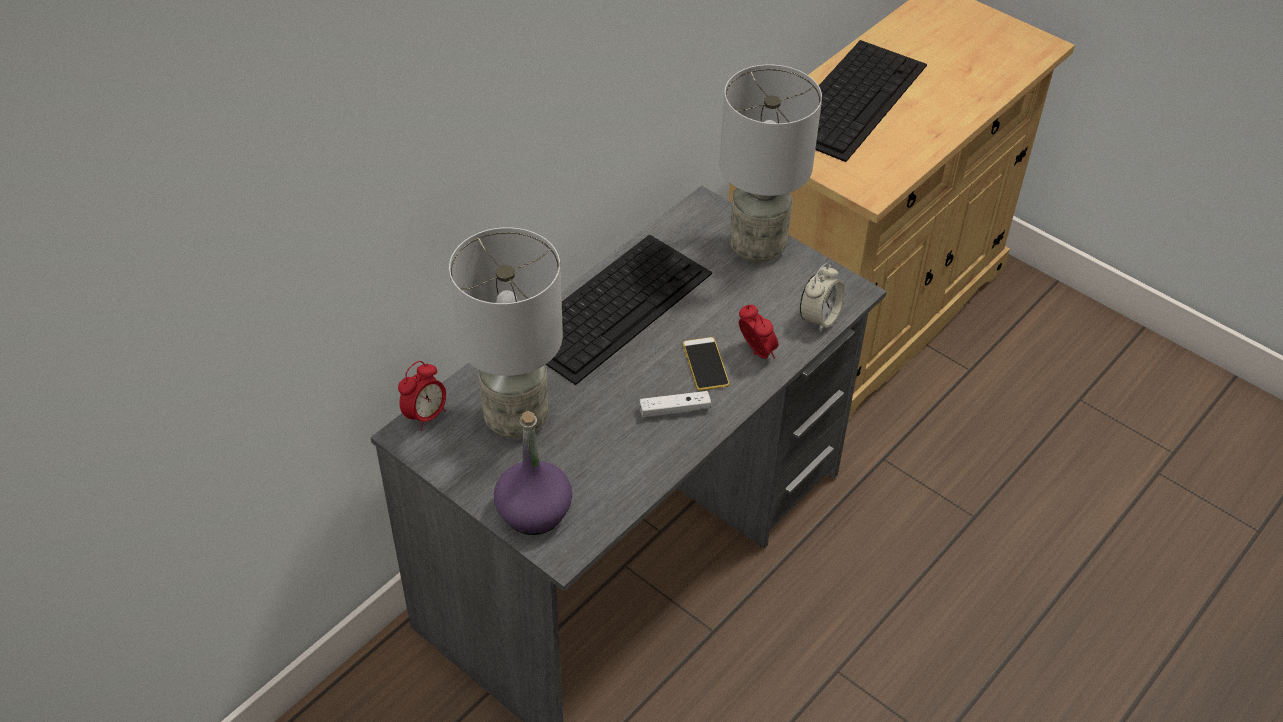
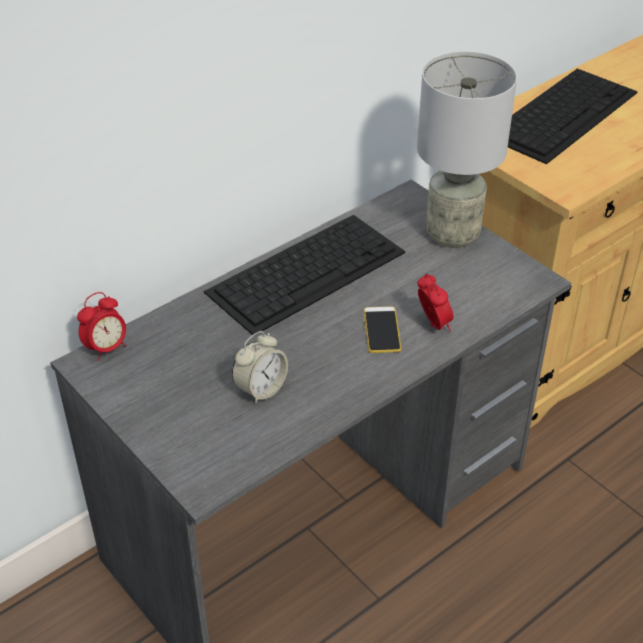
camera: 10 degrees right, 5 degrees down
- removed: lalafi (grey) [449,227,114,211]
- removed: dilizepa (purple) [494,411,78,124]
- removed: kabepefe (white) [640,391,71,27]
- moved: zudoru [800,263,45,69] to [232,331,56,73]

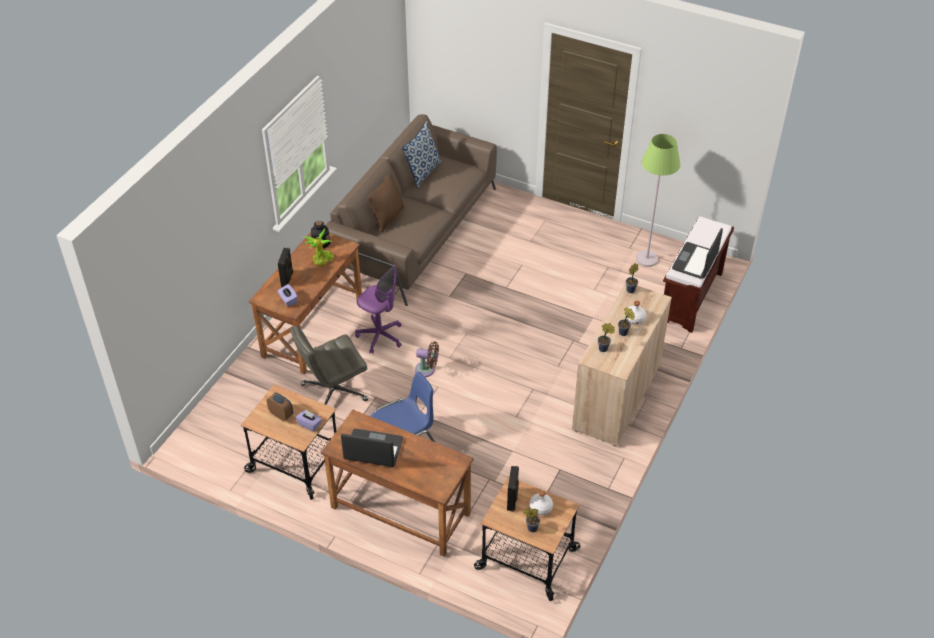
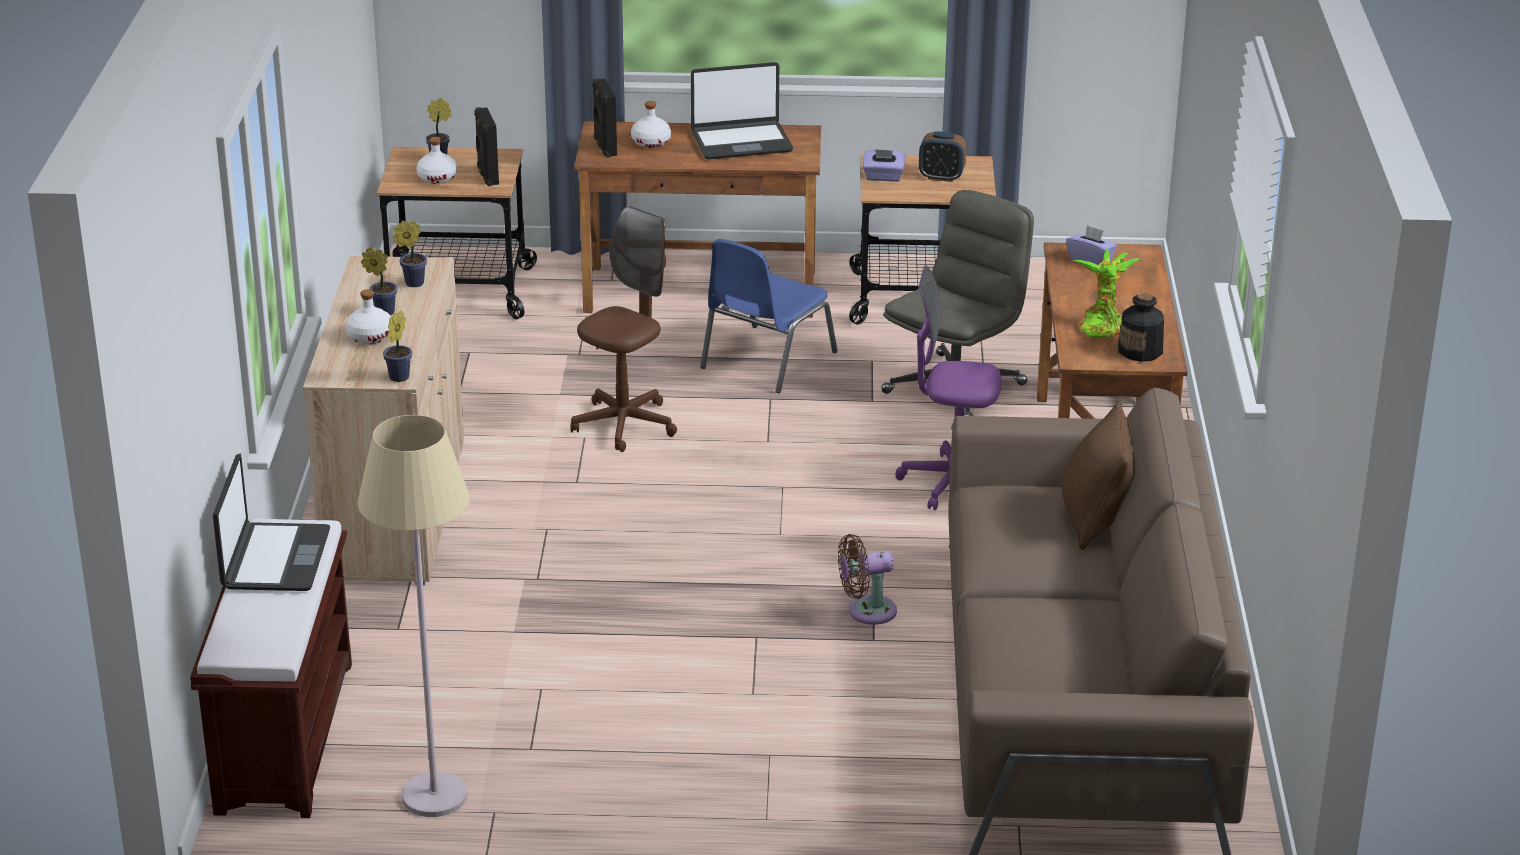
camera: 155 degrees right, 15 degrees down
- removed: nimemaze [401,121,41,67]
- added: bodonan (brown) [570,206,107,246]
- added: dilizepa (white) [631,101,40,47]
- moved: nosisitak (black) [278,248,15,39] to [592,78,25,80]
- moved: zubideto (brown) [415,341,24,36] to [838,534,59,91]
- recoloured: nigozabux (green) [636,134,45,133] to nigozabux (beige) [358,415,112,402]

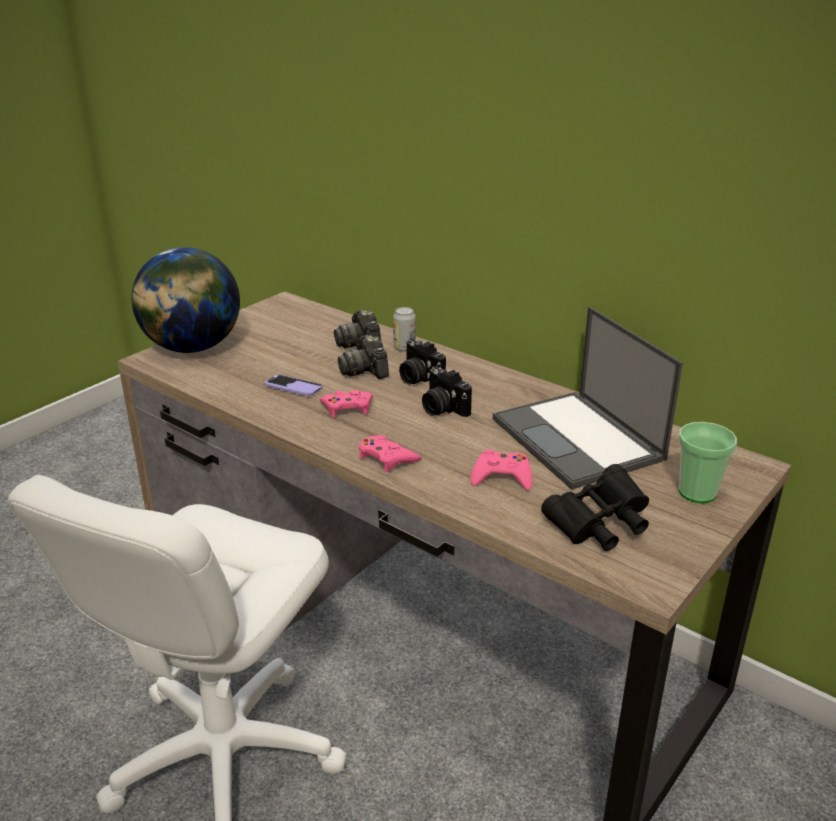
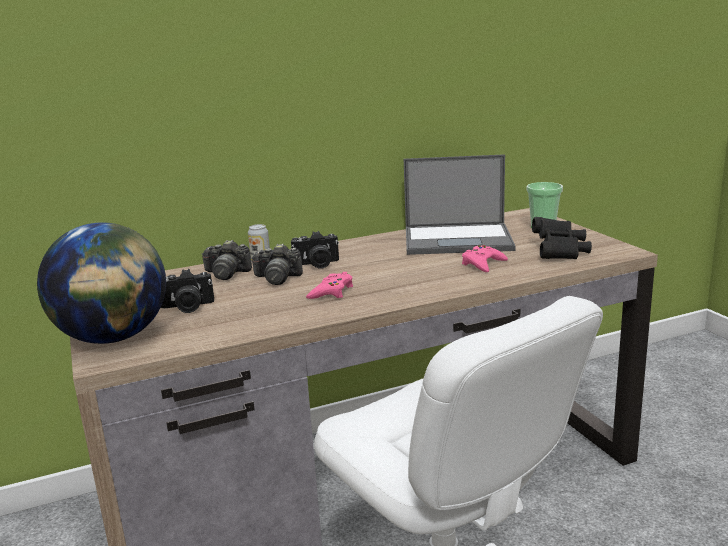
camera: 60 degrees left, 10 degrees down
- removed: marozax [264,375,58,21]
- removed: kabepefe (pink) [359,435,62,37]
- moved: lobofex [422,366,50,51] to [161,269,53,44]

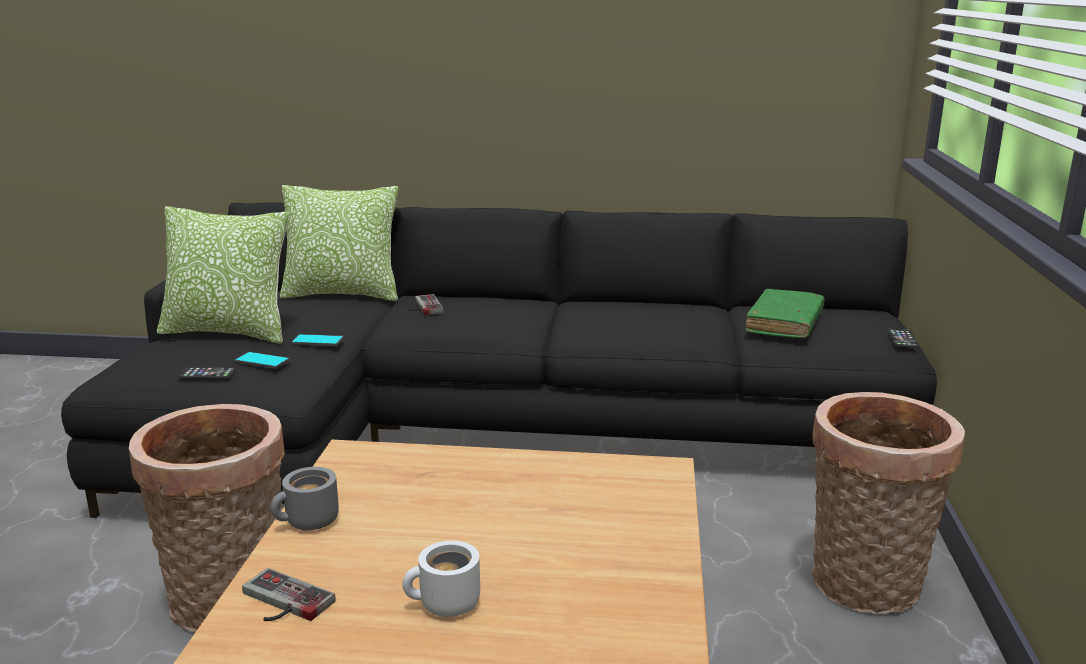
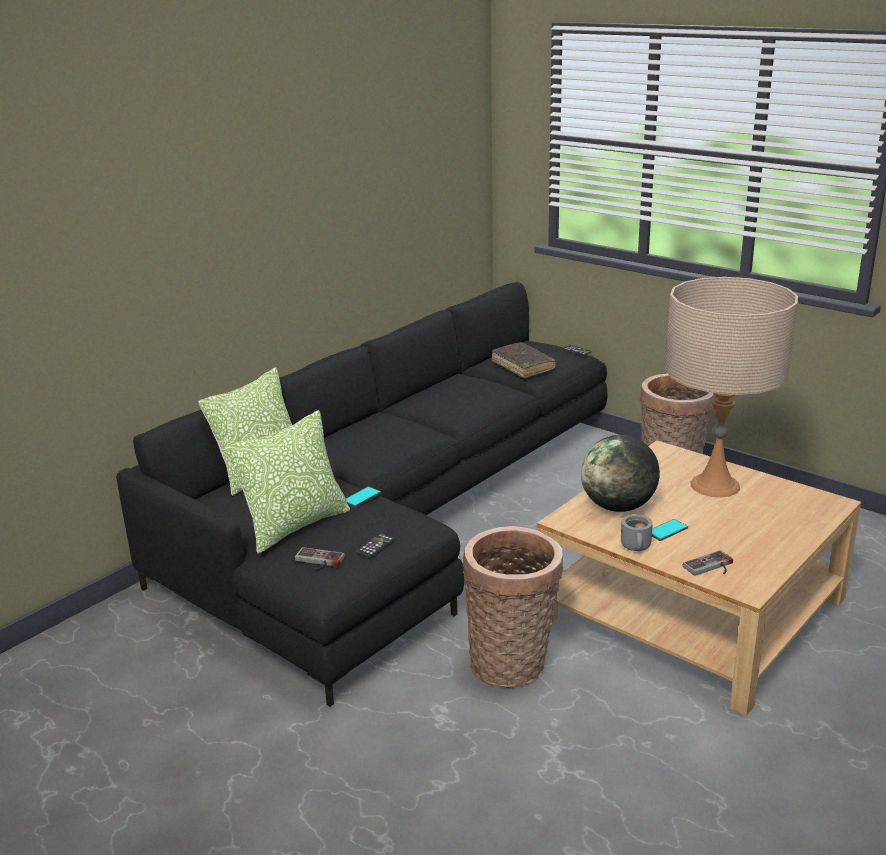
camera: 55 degrees left, 5 degrees up
- removed: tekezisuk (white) [402,541,78,76]
- added: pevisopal [581,435,79,77]
- added: lalafi (beige) [665,277,133,221]
- moved: marozax [234,352,56,17] to [652,519,36,22]
- moved: kabepefe [408,294,36,21] to [295,547,50,23]
- recoloured: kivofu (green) [746,289,79,49] to kivofu (brown) [492,342,64,36]

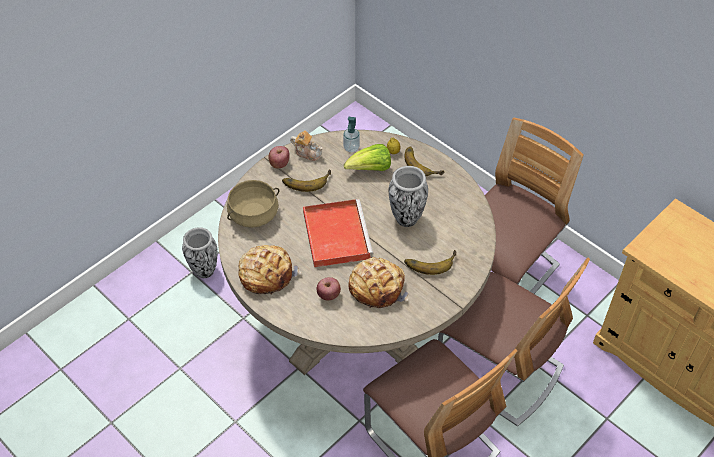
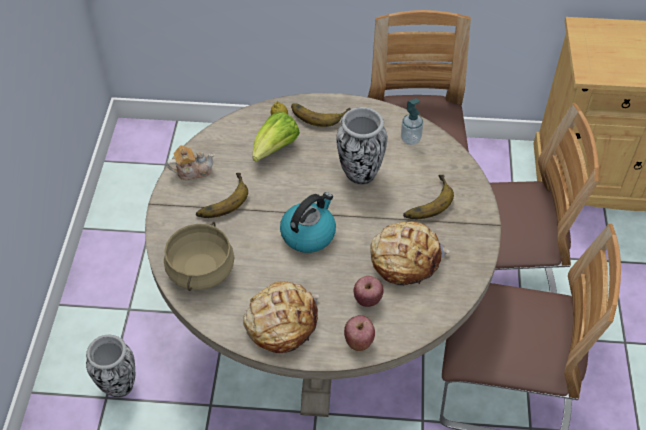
camera: 40 degrees left, 0 degrees up
- moved: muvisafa [268,146,22,22] to [344,315,31,36]
- moved: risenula [343,117,17,35] to [401,98,22,47]
- replaced: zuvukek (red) [303,199,70,68] to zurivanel [280,192,56,61]

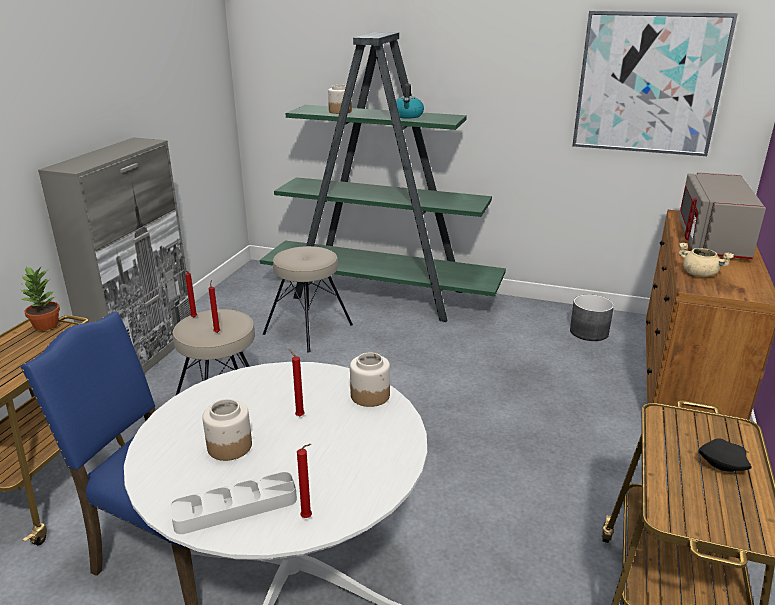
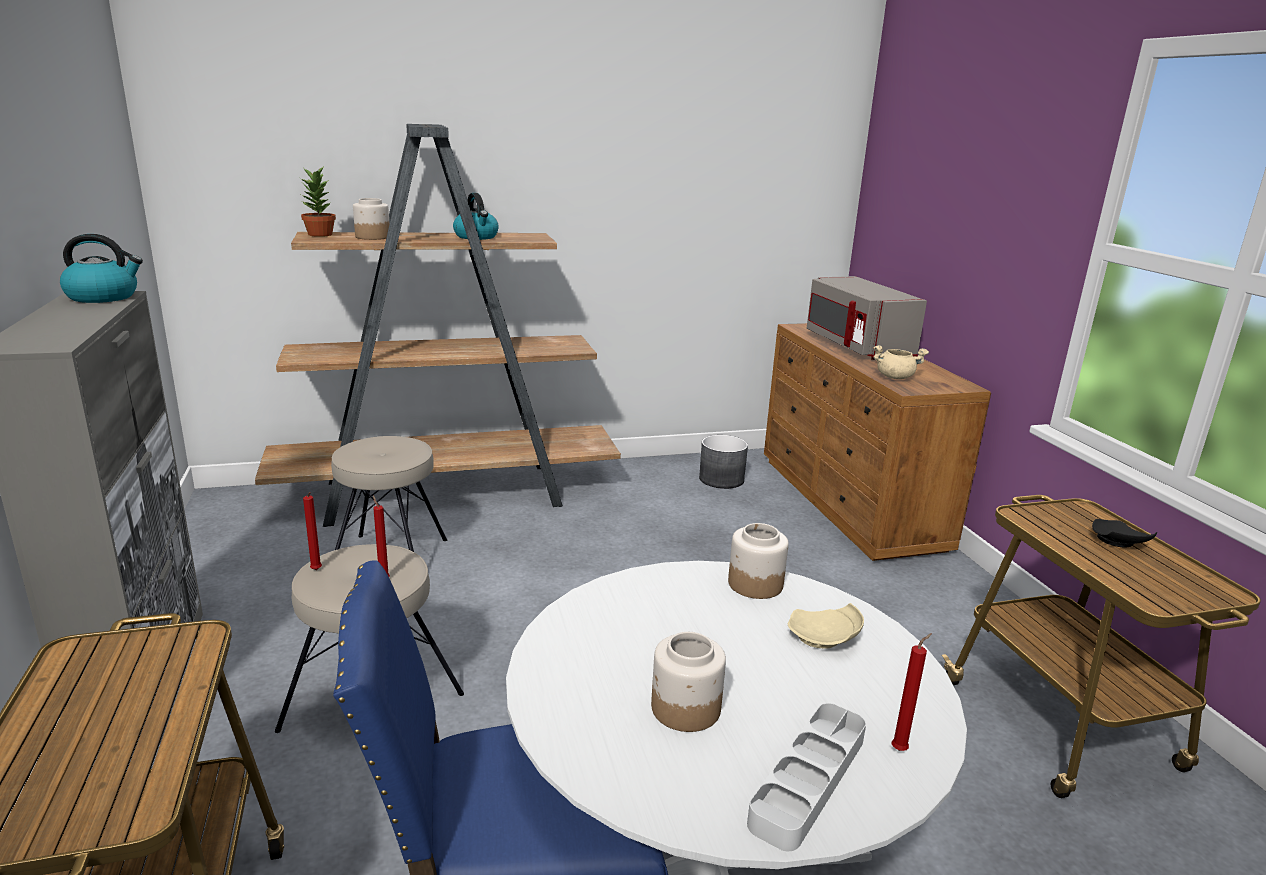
camera: 35 degrees left, 5 degrees down
- removed: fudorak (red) [289,349,16,67]
- removed: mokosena [572,11,166,145]
- added: zurivanel [60,234,83,69]
- added: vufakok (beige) [788,603,76,45]
- moved: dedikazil [22,266,38,65] to [301,165,35,72]
- recoloured: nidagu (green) [260,32,246,290] to nidagu (brown) [255,124,366,403]

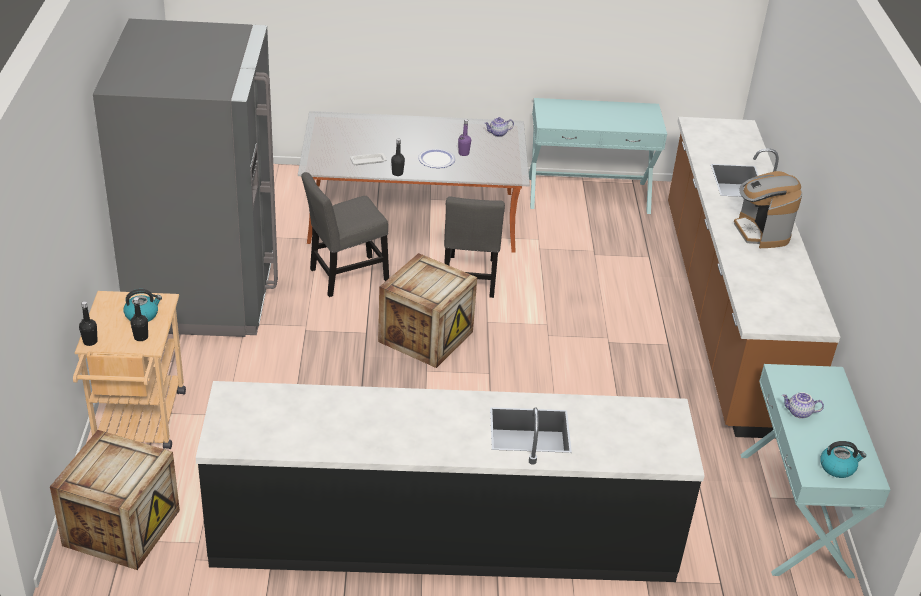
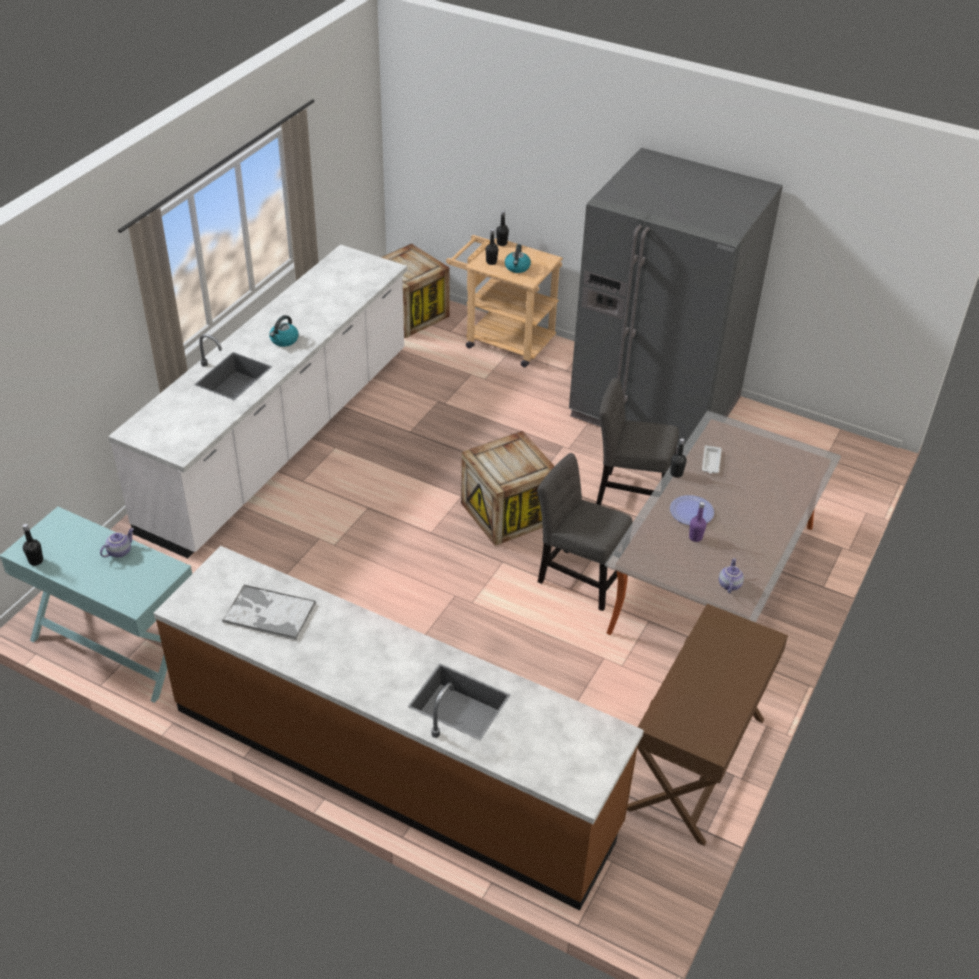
camera: 120 degrees right, 5 degrees up
- removed: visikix [734,171,69,77]
- added: dilizepa (black) [23,524,20,42]
- added: zuvukek [222,585,94,55]
- moved: zurivanel [820,441,46,37] to [269,315,30,32]
- recoloured: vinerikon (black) [196,381,509,201] to vinerikon (white) [108,244,299,314]
- recoloured: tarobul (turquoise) [529,98,138,116] to tarobul (brown) [627,604,161,242]
- turned: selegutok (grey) [301,172,88,125] = [596,378,83,127] 75 degrees counterclockwise

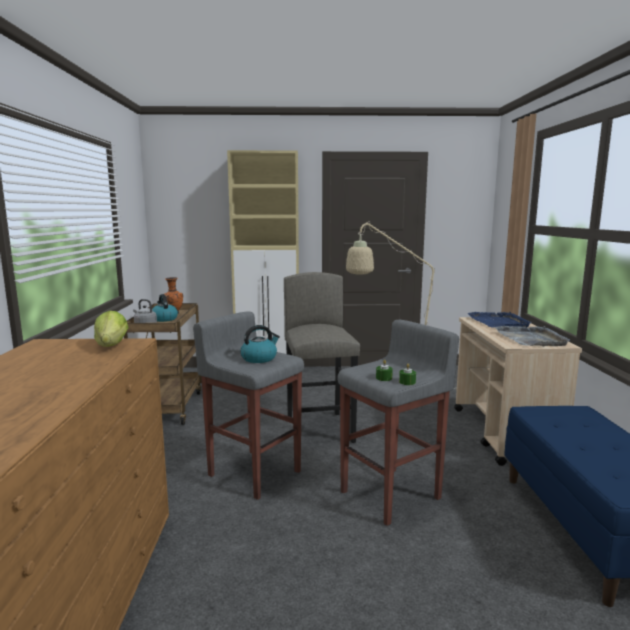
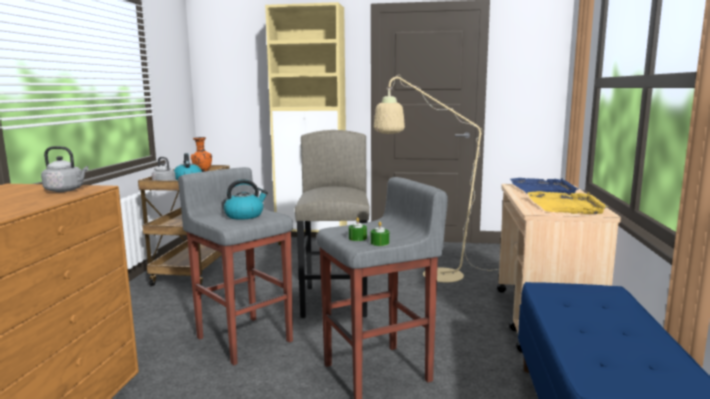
camera: 10 degrees right, 0 degrees up
- replaced: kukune [94,311,34,36] to zurivanel (grey) [41,146,48,46]
- recoloured: zuvukek (grey) [495,326,75,20] to zuvukek (yellow) [528,191,80,23]

